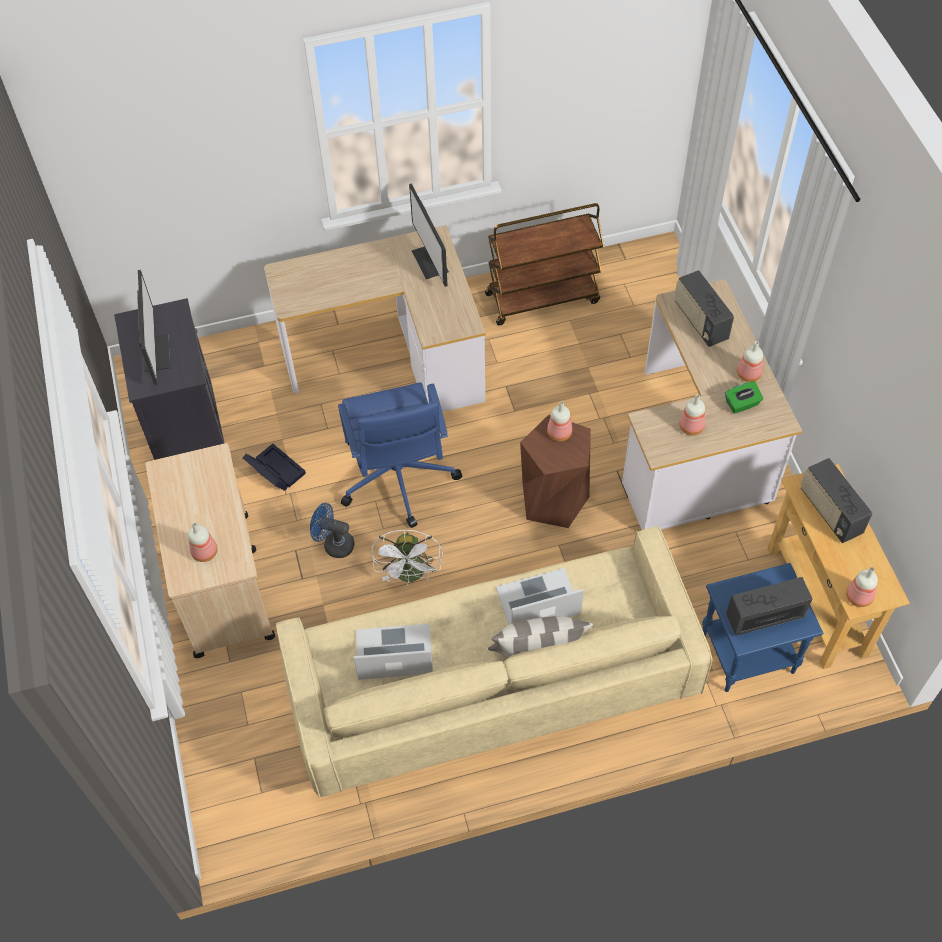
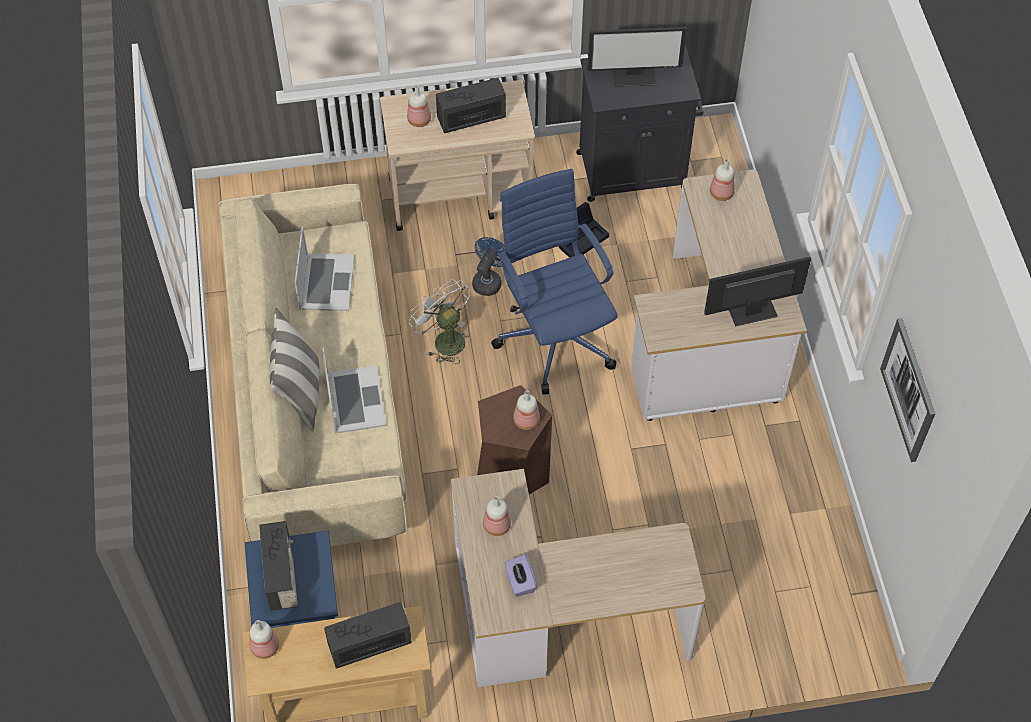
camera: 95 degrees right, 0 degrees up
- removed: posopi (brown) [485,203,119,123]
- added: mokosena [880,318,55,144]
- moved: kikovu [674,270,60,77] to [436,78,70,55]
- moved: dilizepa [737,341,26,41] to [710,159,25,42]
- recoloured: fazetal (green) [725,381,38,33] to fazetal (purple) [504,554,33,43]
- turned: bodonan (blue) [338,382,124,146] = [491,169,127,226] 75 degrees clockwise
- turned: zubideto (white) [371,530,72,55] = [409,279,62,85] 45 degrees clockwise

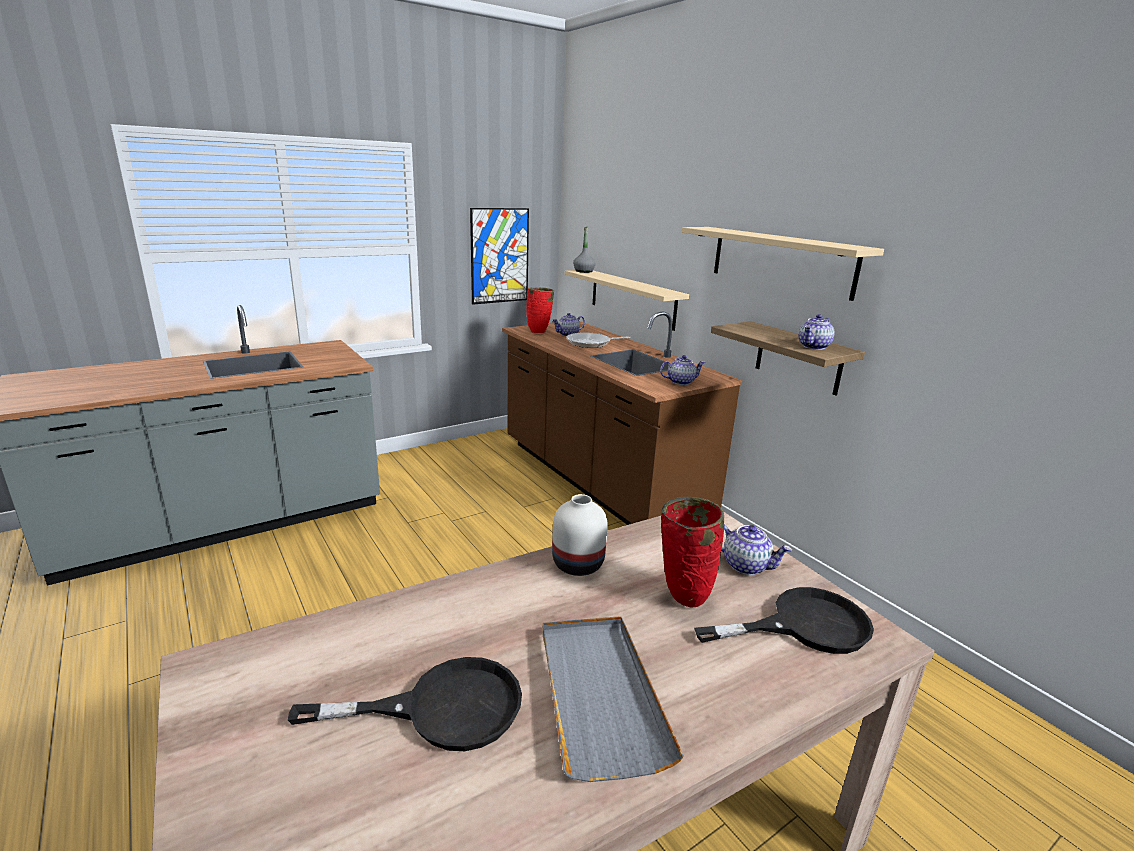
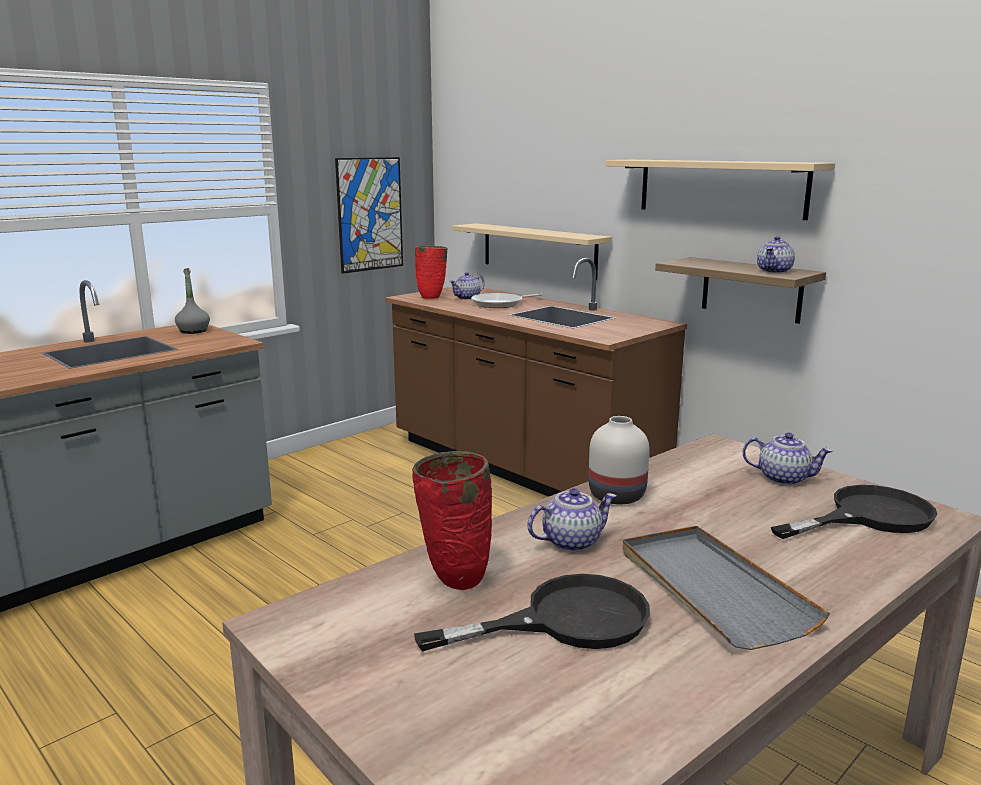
camera: 10 degrees left, 5 degrees down
- moved: dilizepa (grey) [573,227,23,46] to [175,268,35,66]
- moved: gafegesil [660,355,45,30] to [527,488,89,64]
- moved: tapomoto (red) [661,497,63,110] to [412,451,80,139]

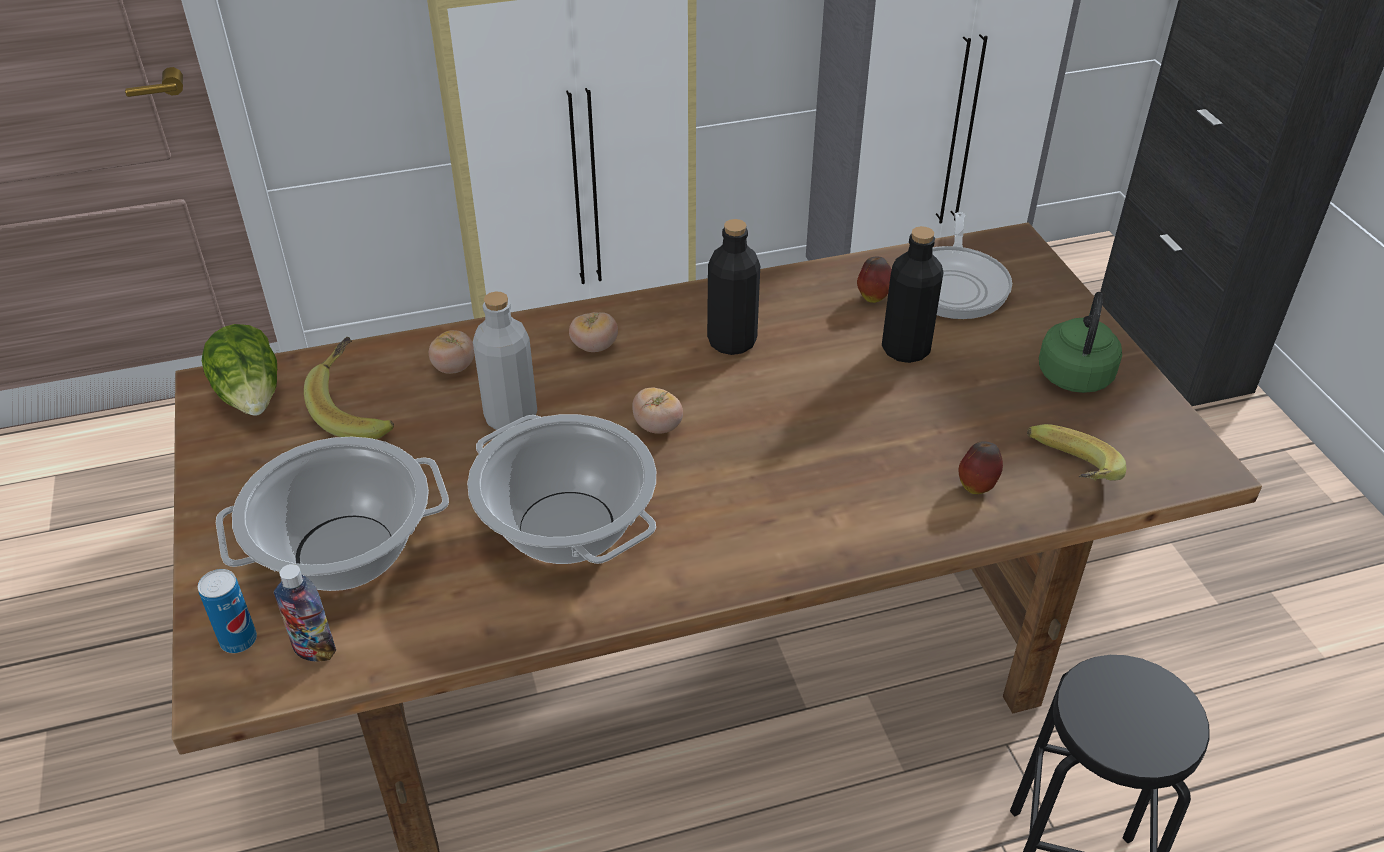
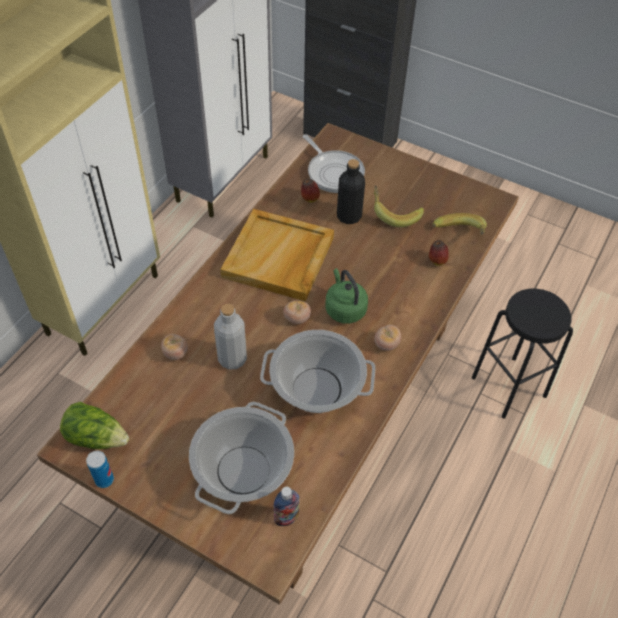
camera: 45 degrees left, 10 degrees up
- moved: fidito [198,569,59,84] to [86,451,28,37]
- moved: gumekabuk [304,337,90,102] to [374,185,50,42]
- moved: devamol [569,312,49,40] to [374,325,27,26]
- moved: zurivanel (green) [1039,292,83,101] to [325,268,43,56]
- replaced: dilizepa (black) [707,219,53,136] to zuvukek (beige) [220,209,114,92]

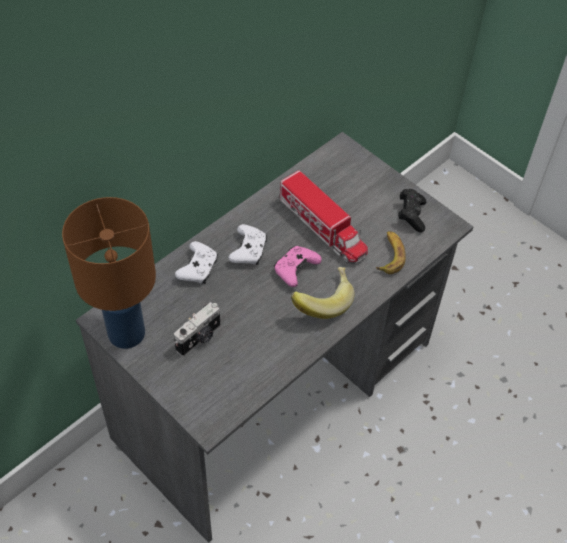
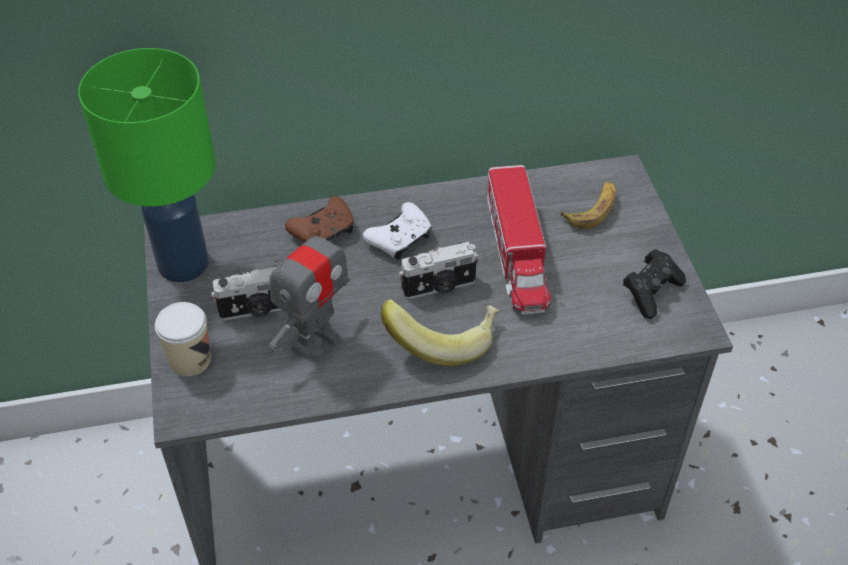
camera: 35 degrees right, 5 degrees down
- added: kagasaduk [155,302,56,74]
- added: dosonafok [268,214,82,147]
- moved: gumekabuk [376,231,30,43] to [561,182,55,47]
- replaced: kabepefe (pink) [274,246,47,41] to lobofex [399,242,80,57]
- recoloured: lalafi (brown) [62,197,94,152] to lalafi (green) [78,48,138,234]
- recoloured: kabepefe (white) [175,241,43,43] to kabepefe (brown) [285,196,69,47]

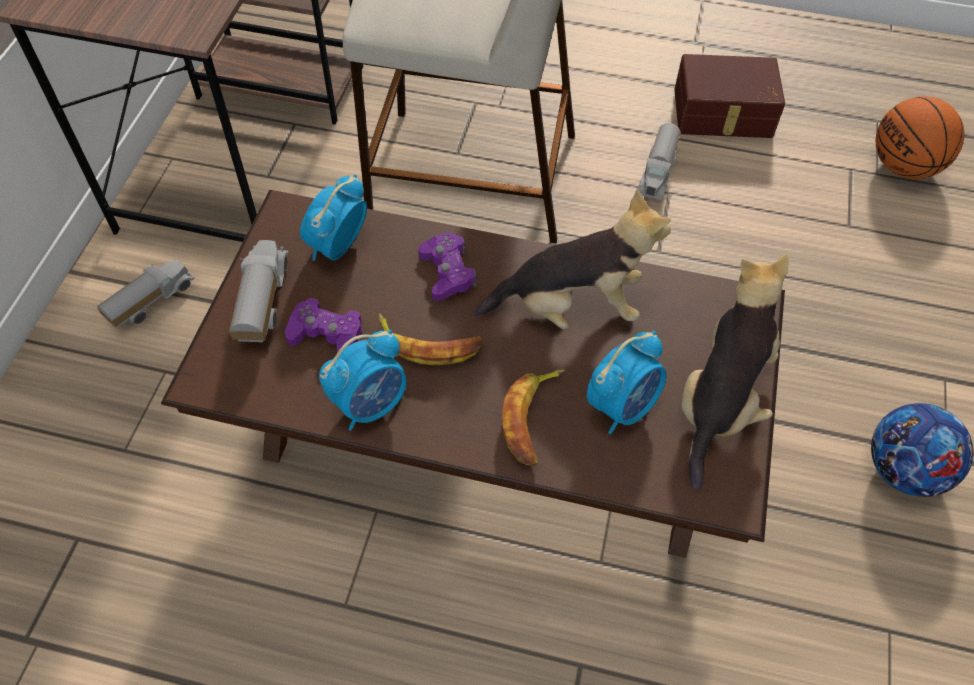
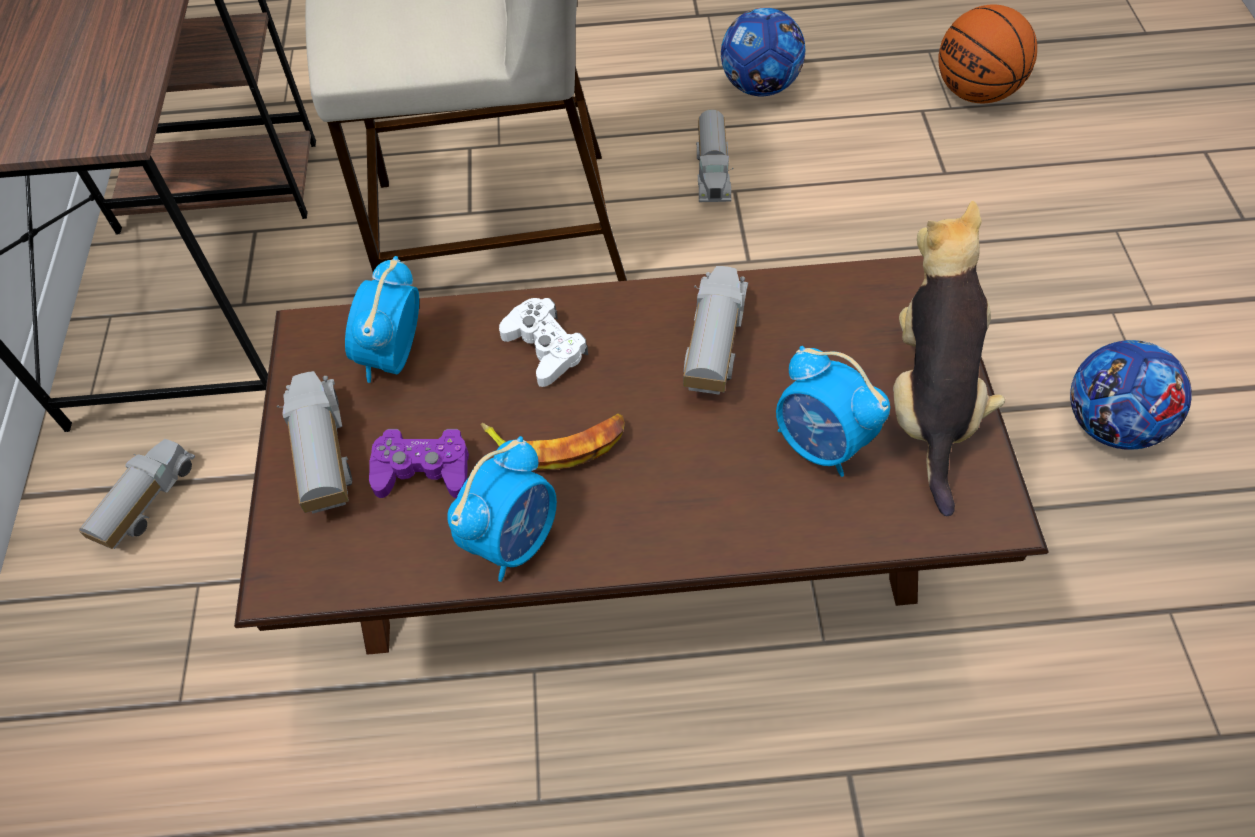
camera: 15 degrees left, 0 degrees up
- removed: gumekabuk [502,369,63,97]
- replaced: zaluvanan [475,189,196,140] to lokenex [683,266,65,129]
- replaced: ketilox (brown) [674,54,111,84] to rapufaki [721,8,84,88]
- recoloured: kabepefe (purple) [418,233,59,68] to kabepefe (white) [499,298,89,89]
- turned: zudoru [587,331,80,103] = [776,346,114,131] 105 degrees clockwise

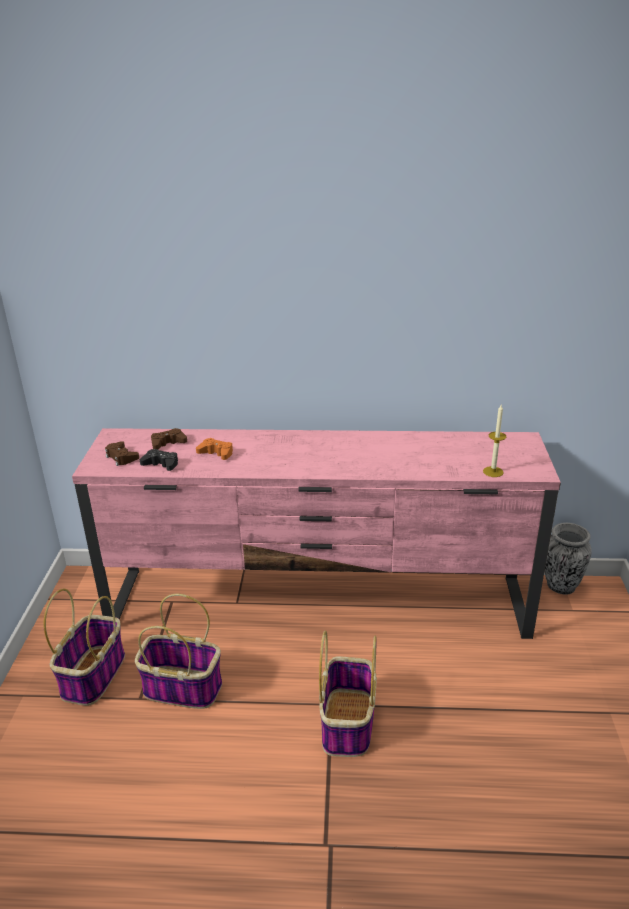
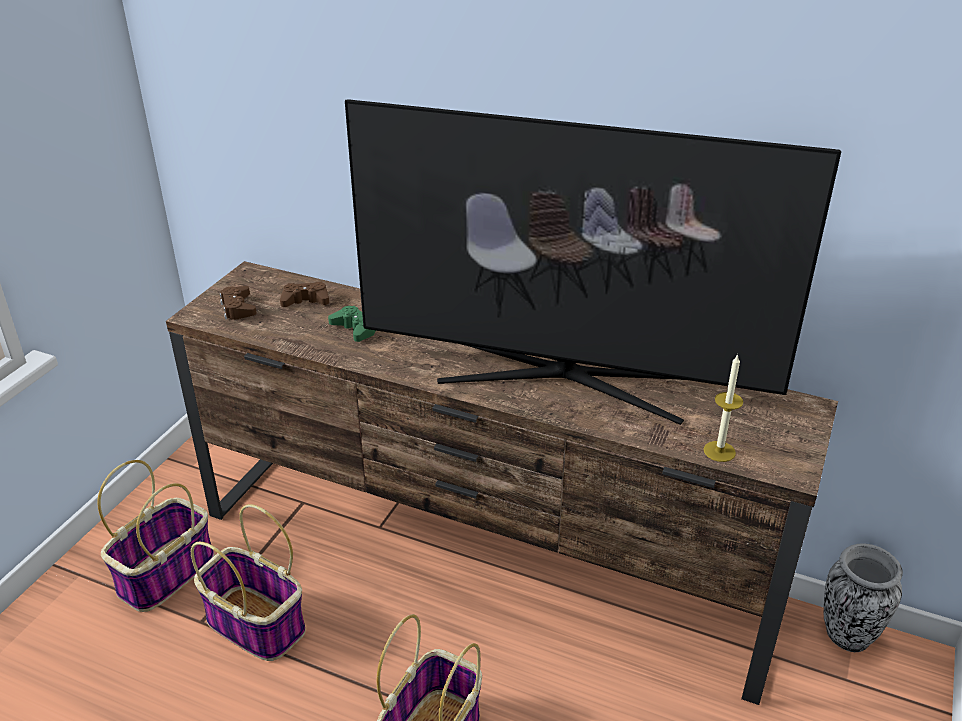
camera: 20 degrees right, 5 degrees up
- removed: kabepefe (black) [140,449,38,22]
- added: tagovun [345,99,496,326]
- recoloured: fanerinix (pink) [72,428,489,211] to fanerinix (brown) [166,261,672,444]
- recoloured: kabepefe (orange) [196,438,37,22] to kabepefe (green) [328,306,48,36]

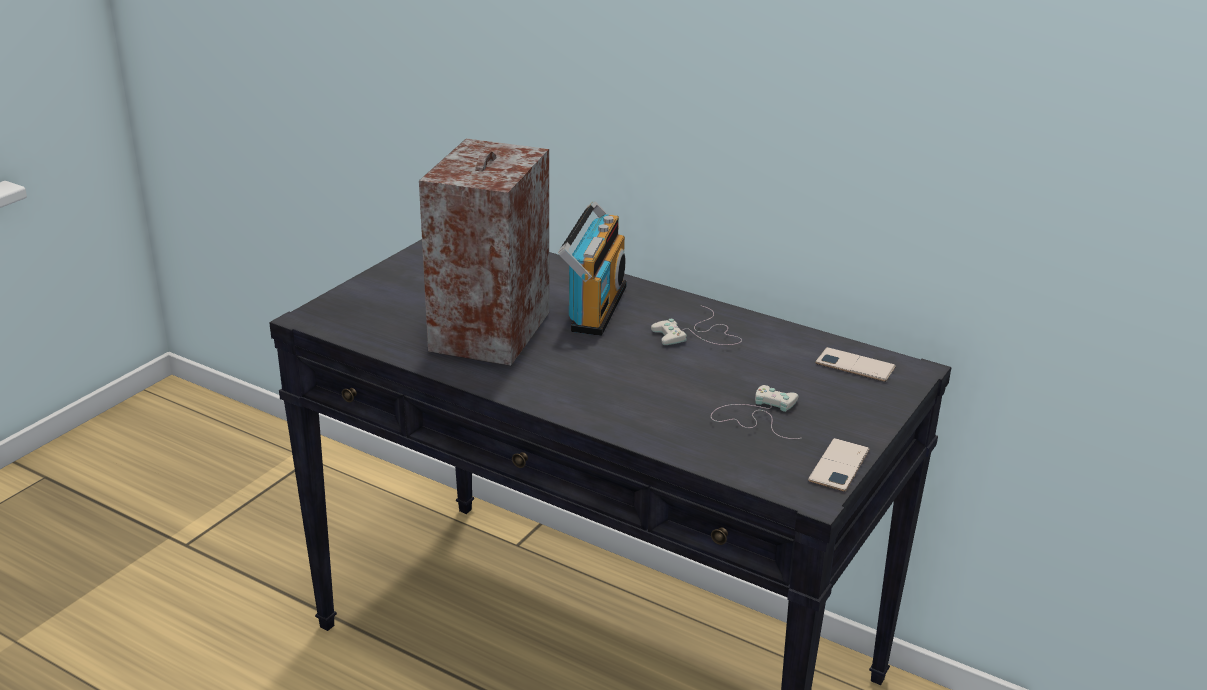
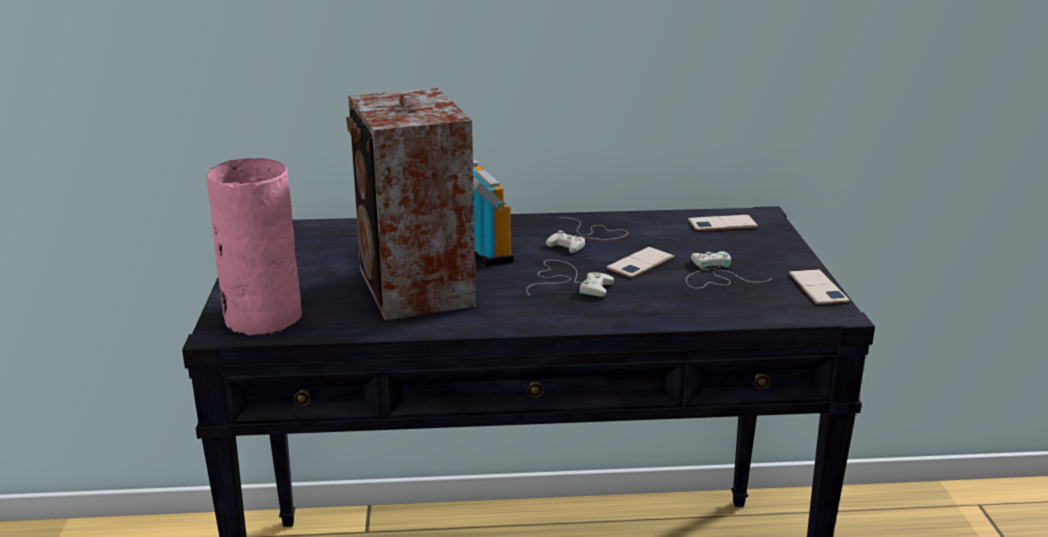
camera: 35 degrees left, 5 degrees down
- added: tapomoto (pink) [206,158,96,178]
- added: kabepefe (white) [526,260,88,37]
- added: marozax [606,247,68,31]

